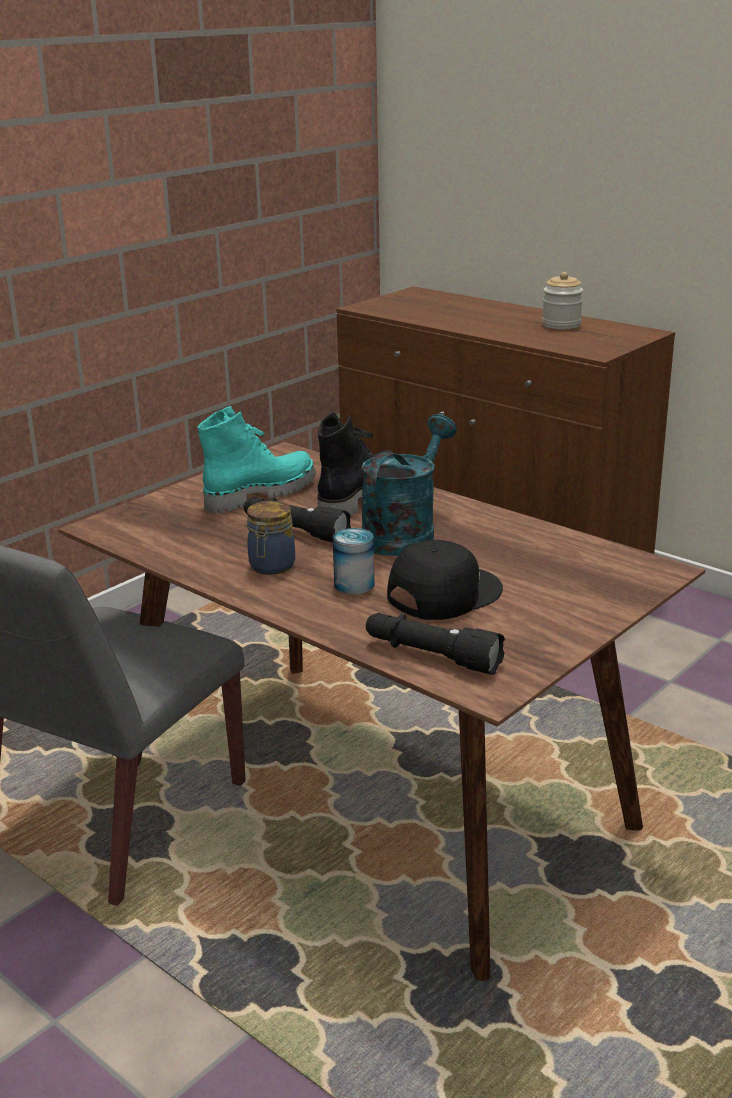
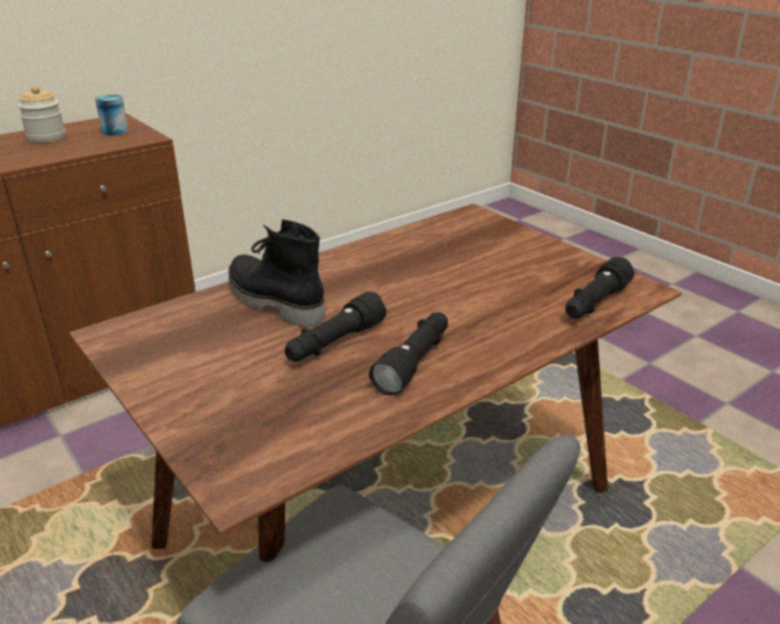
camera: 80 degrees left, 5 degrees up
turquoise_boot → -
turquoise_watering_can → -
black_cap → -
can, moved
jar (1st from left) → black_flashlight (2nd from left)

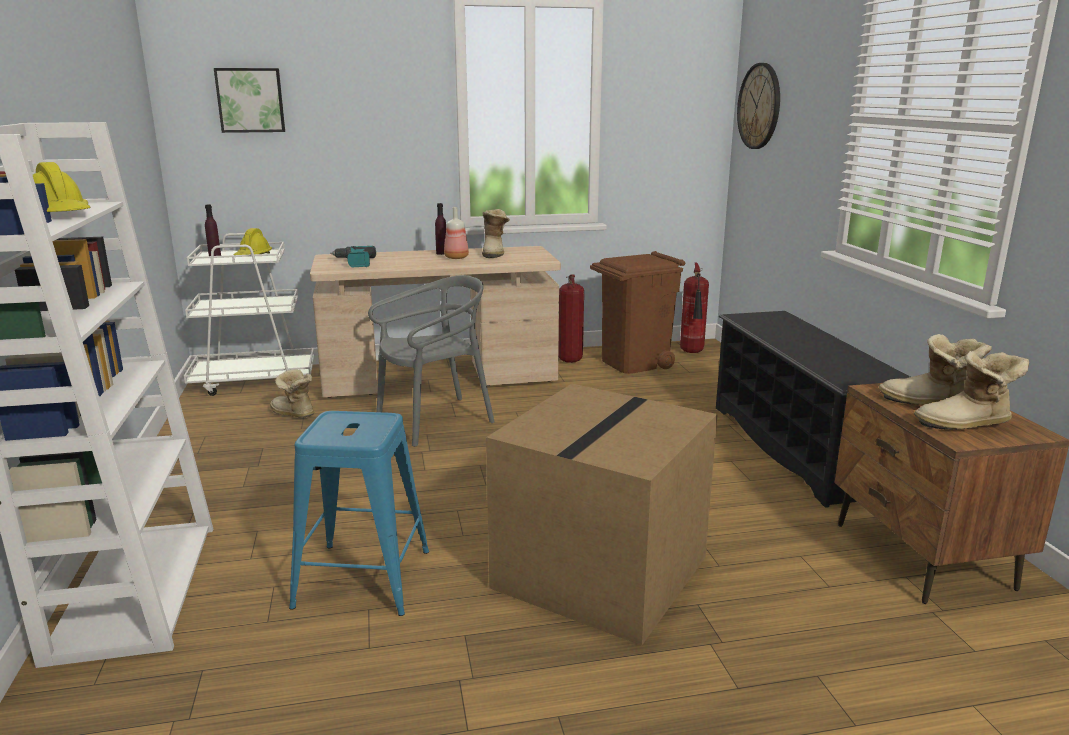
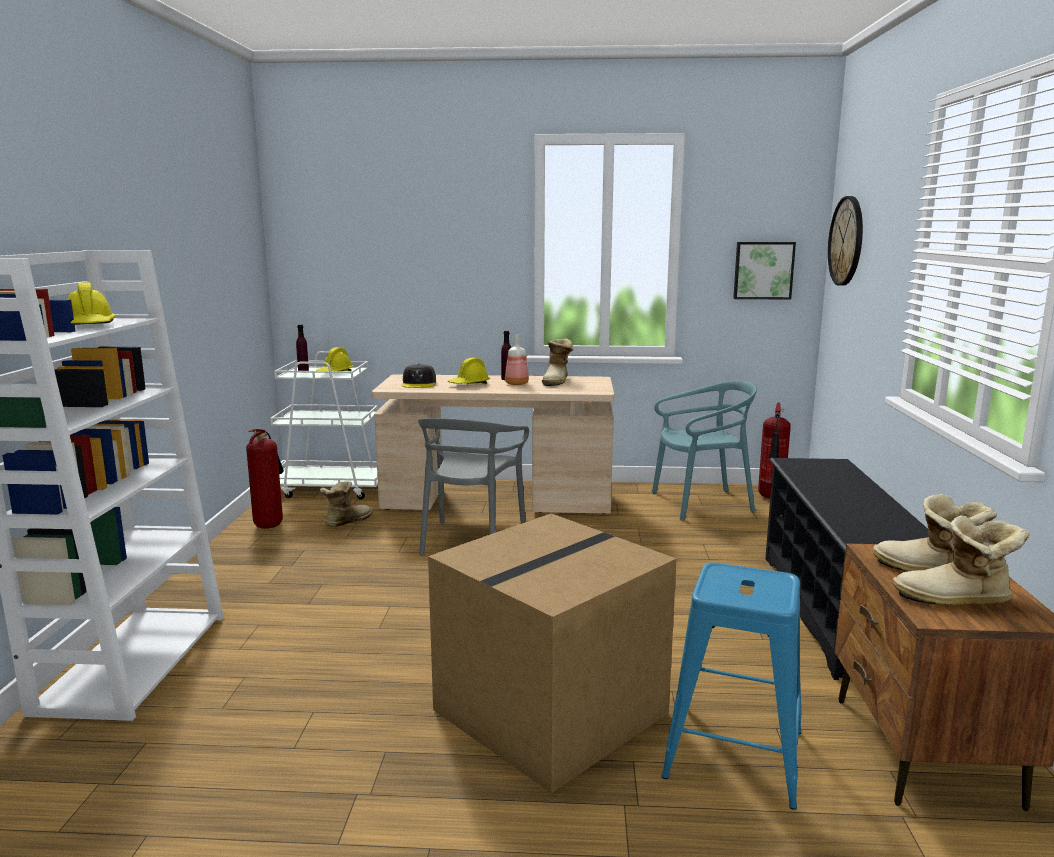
camera: 15 degrees right, 5 degrees down
- → yellow_hard_hat (3rd from left)
picture, moved
blue_stool, moved
fire_extinguisher (1st from left), moved
power_drill → grey_cap
brown_trash_can → turquoise_chair
boot (1st from left), 75 degrees clockwise
grey_chair, 120 degrees clockwise

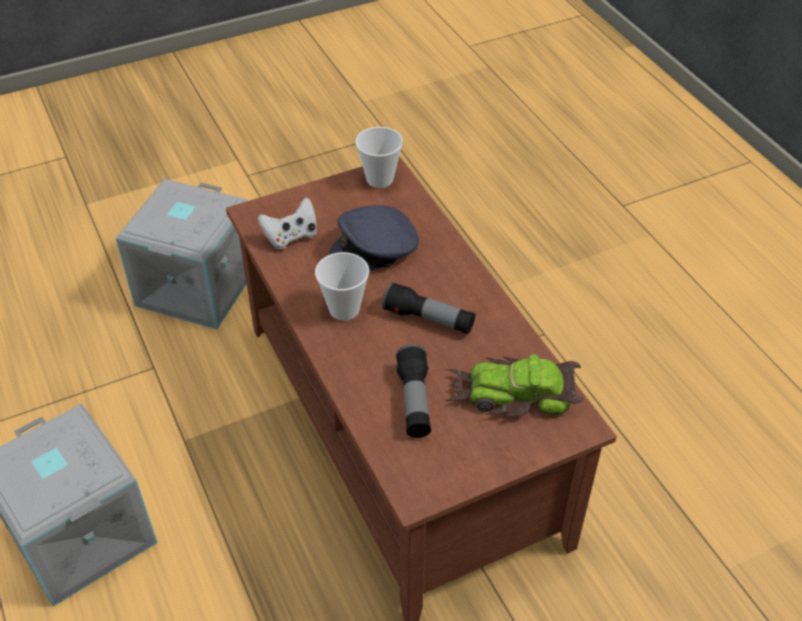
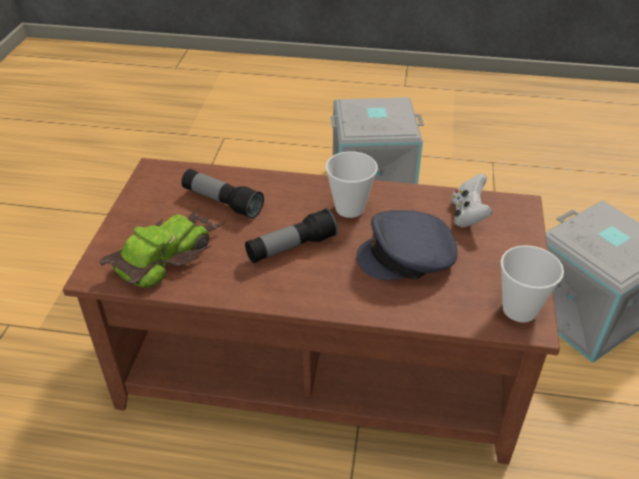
camera: 125 degrees right, 5 degrees down
grey_cap, 105 degrees counterclockwise

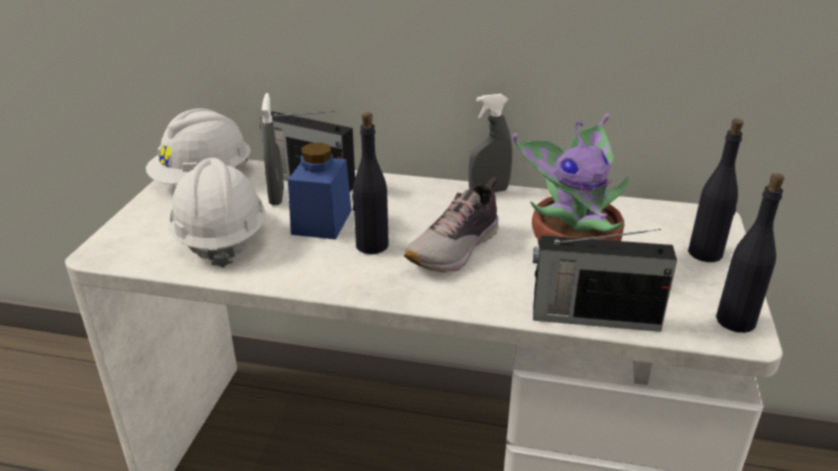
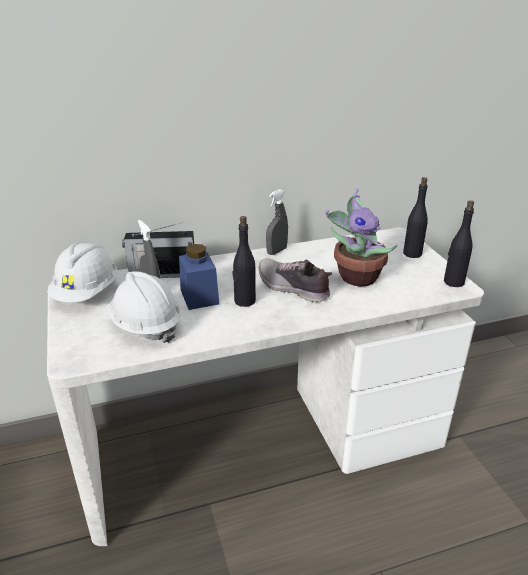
camera: 30 degrees left, 0 degrees up
radio (2nd from left) → -
shoe, 120 degrees clockwise

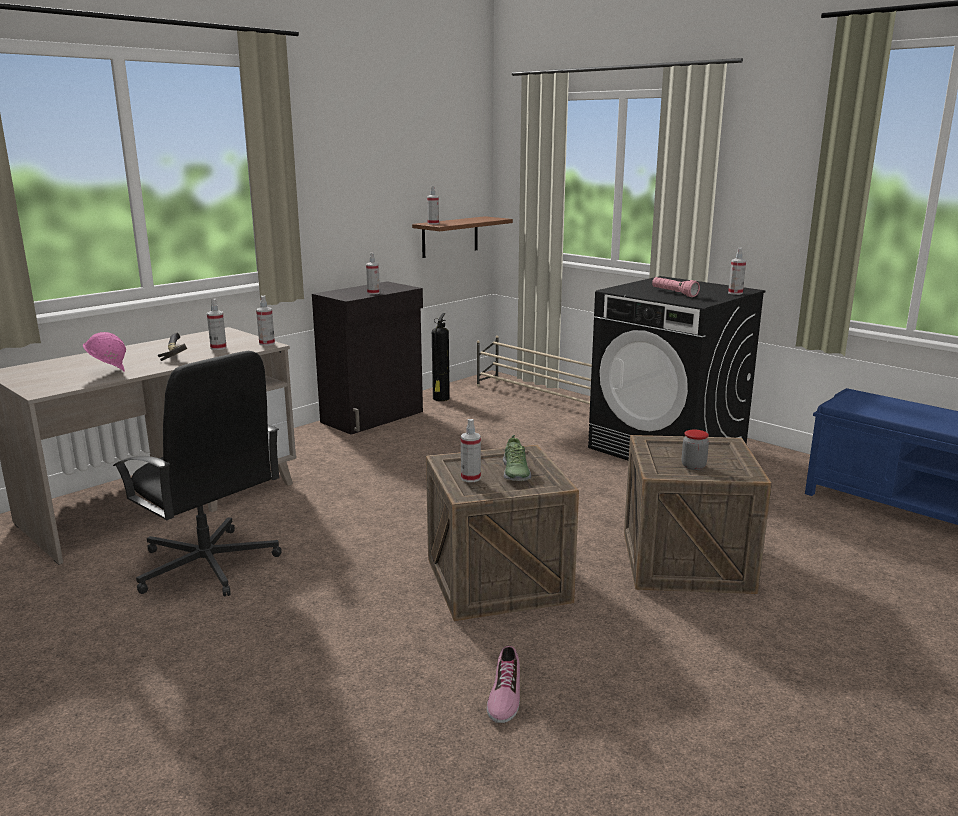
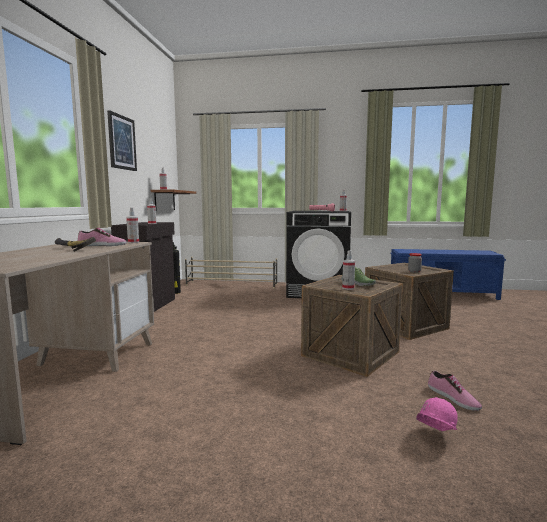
camera: 35 degrees left, 10 degrees down
black_office_chair → -
- → picture
pink_hard_hat, moved
spray_bottle (1st from left) → shoe (1st from left)

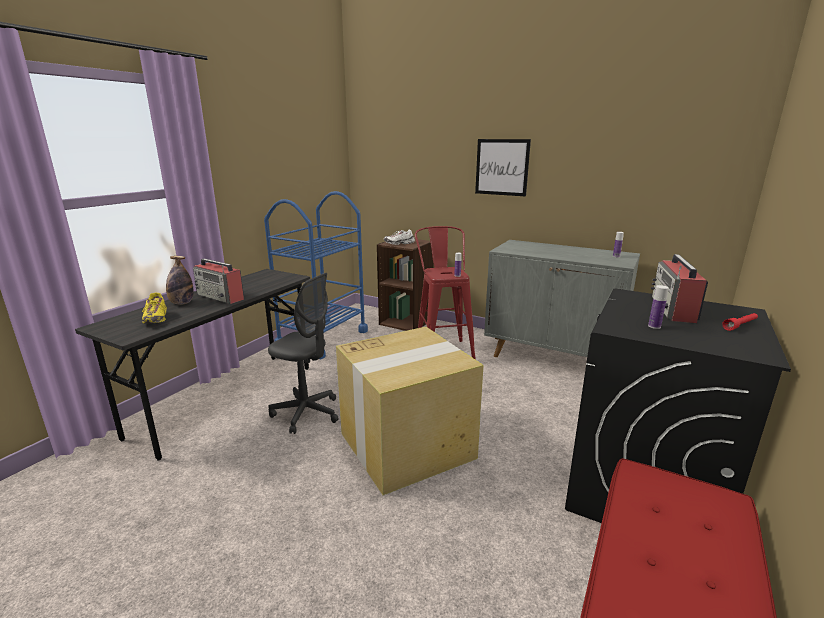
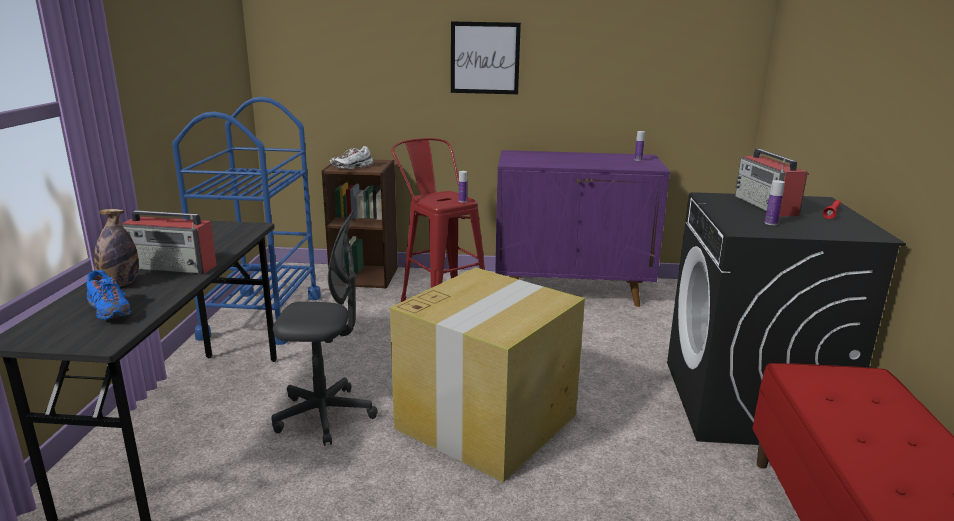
camera: 25 degrees left, 0 degrees up
yellow_shoe → blue_shoe
grey_cabinet → purple_cabinet

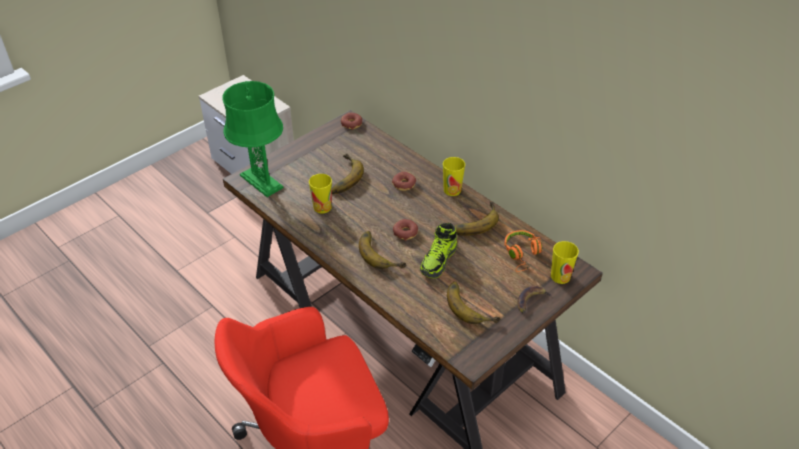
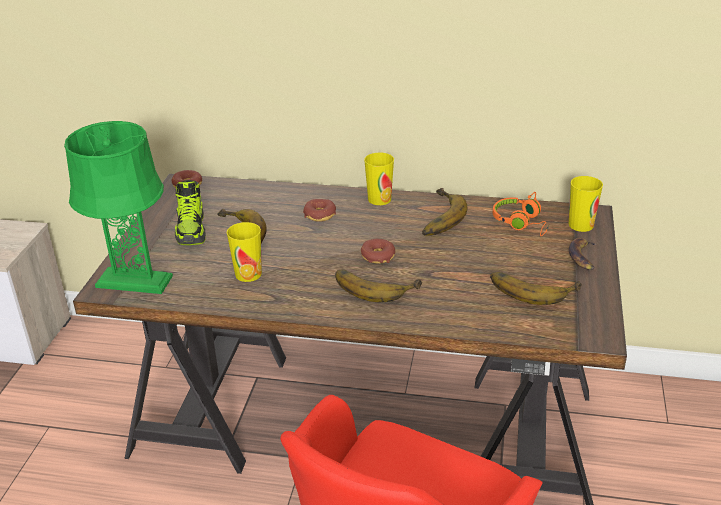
camera: 35 degrees left, 10 degrees down
shoe, moved

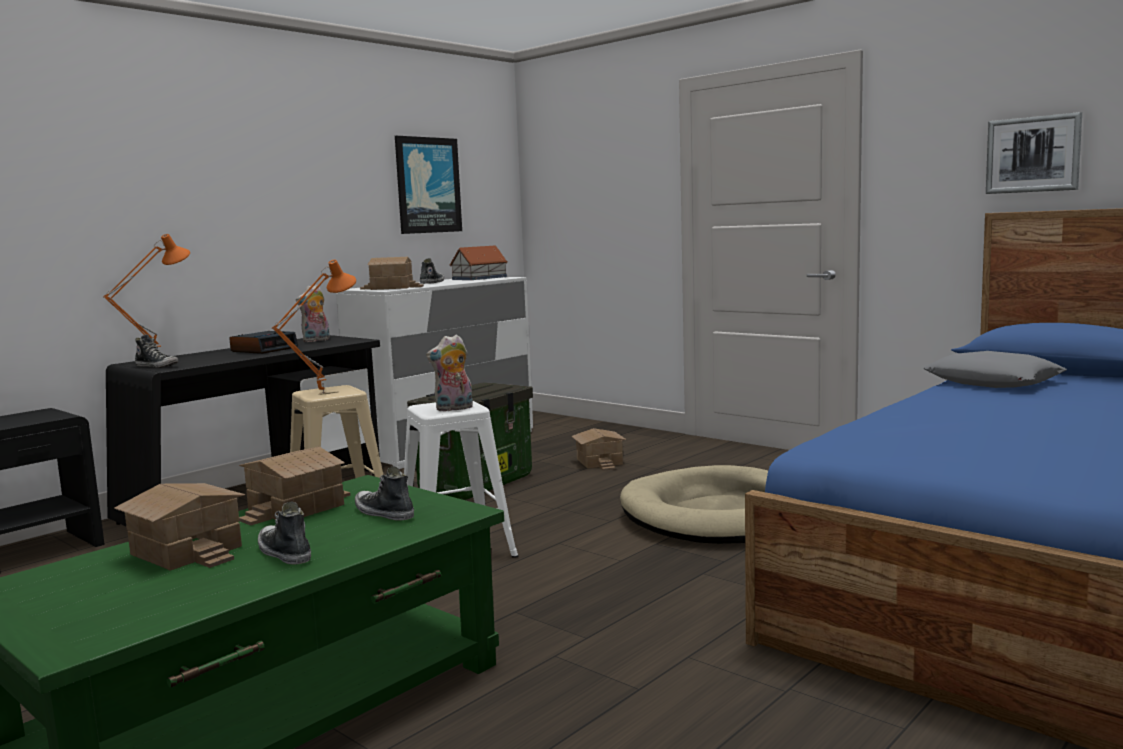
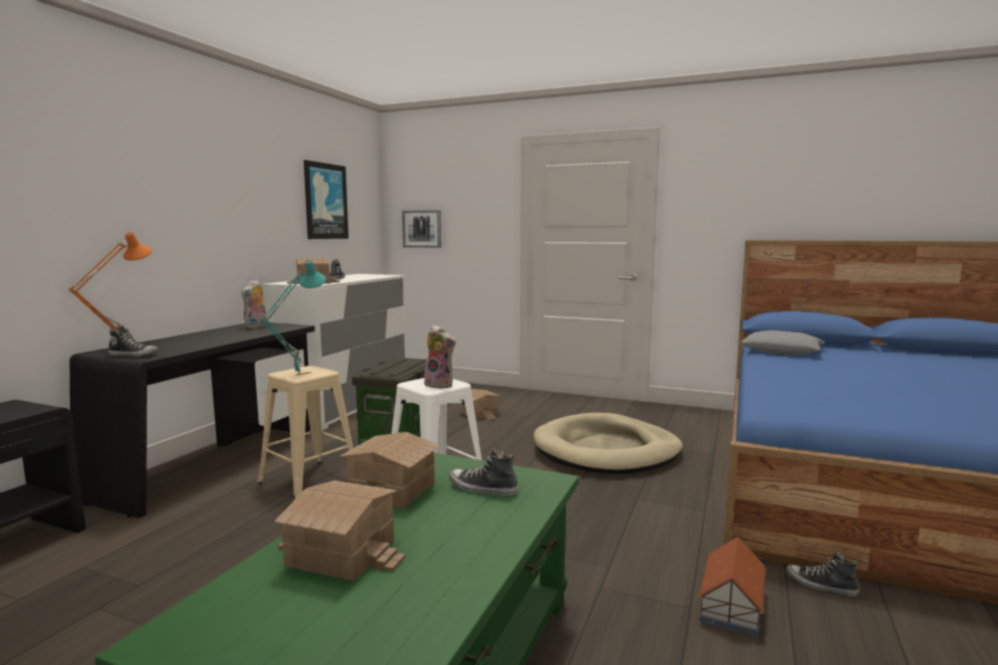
camera: 20 degrees left, 0 degrees up
alarm_clock → -
shoe (2nd from left in the first image) → shoe (4th from left), moved
toy_house (4th from left in the first image) → toy_house (5th from left), moved
picture (2nd from left), moved
orange_table_lamp (2nd from left) → turquoise_table_lamp
plush_toy (2nd from left), 105 degrees counterclockwise

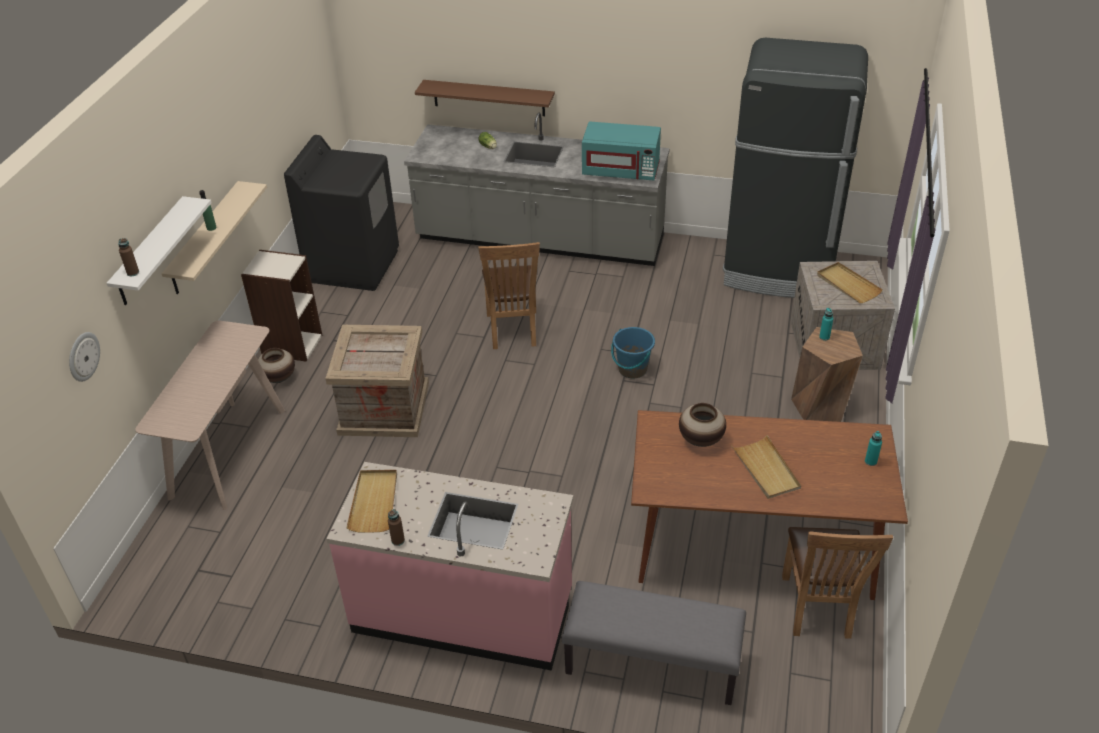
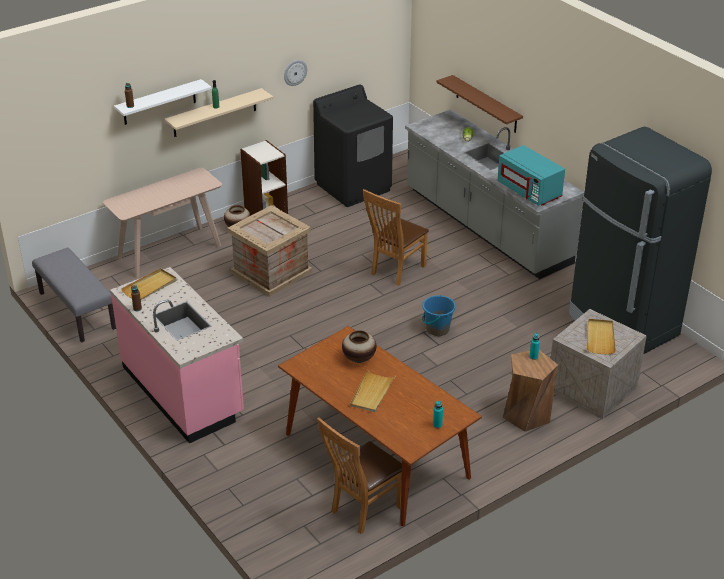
camera: 40 degrees right, 5 degrees down
wall_clock, moved
grey_bench, moved

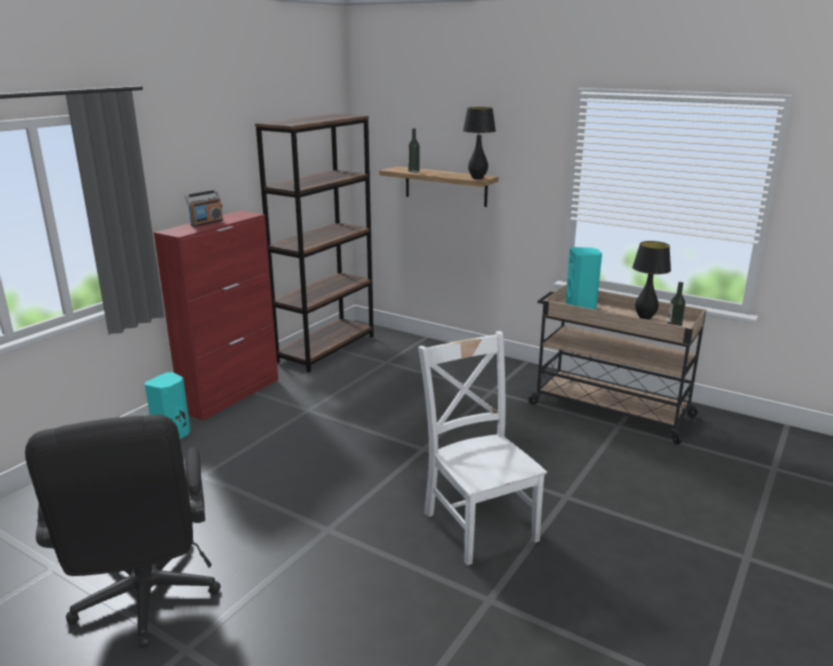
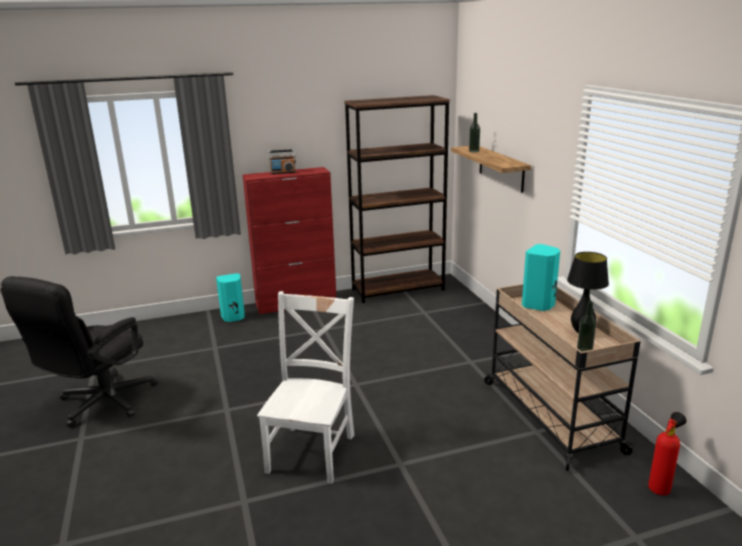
camera: 40 degrees right, 0 degrees up
black_table_lamp (1st from left) → -
- → fire_extinguisher

